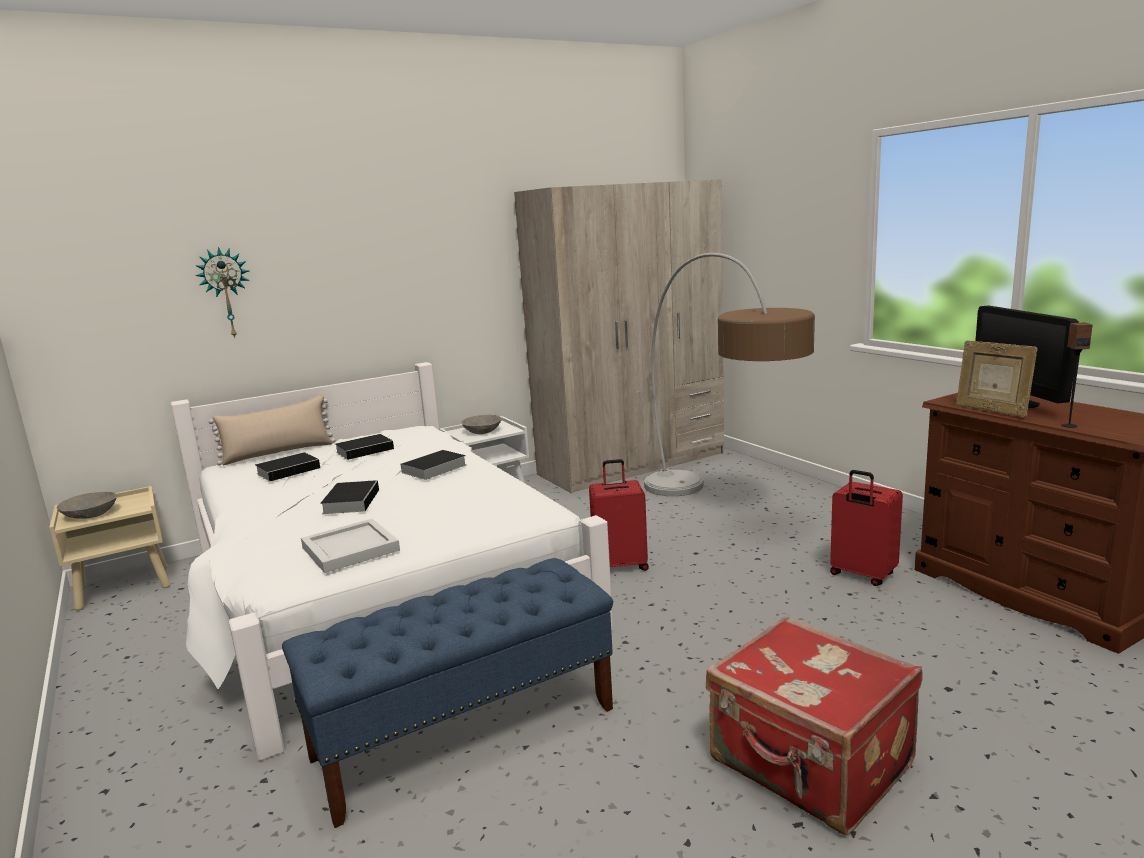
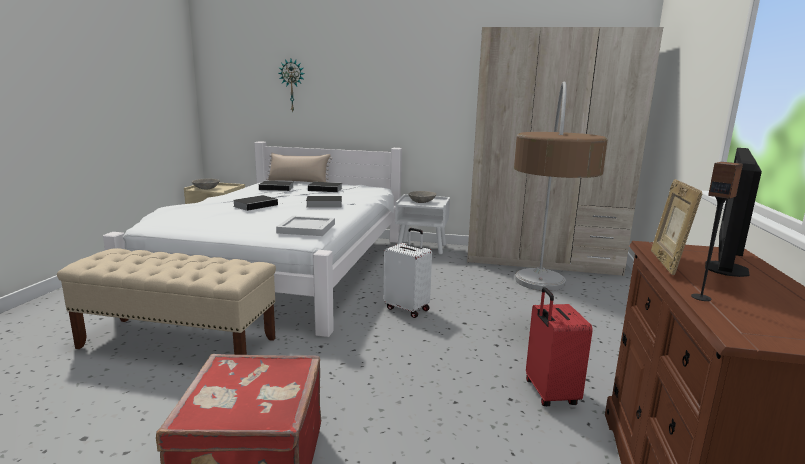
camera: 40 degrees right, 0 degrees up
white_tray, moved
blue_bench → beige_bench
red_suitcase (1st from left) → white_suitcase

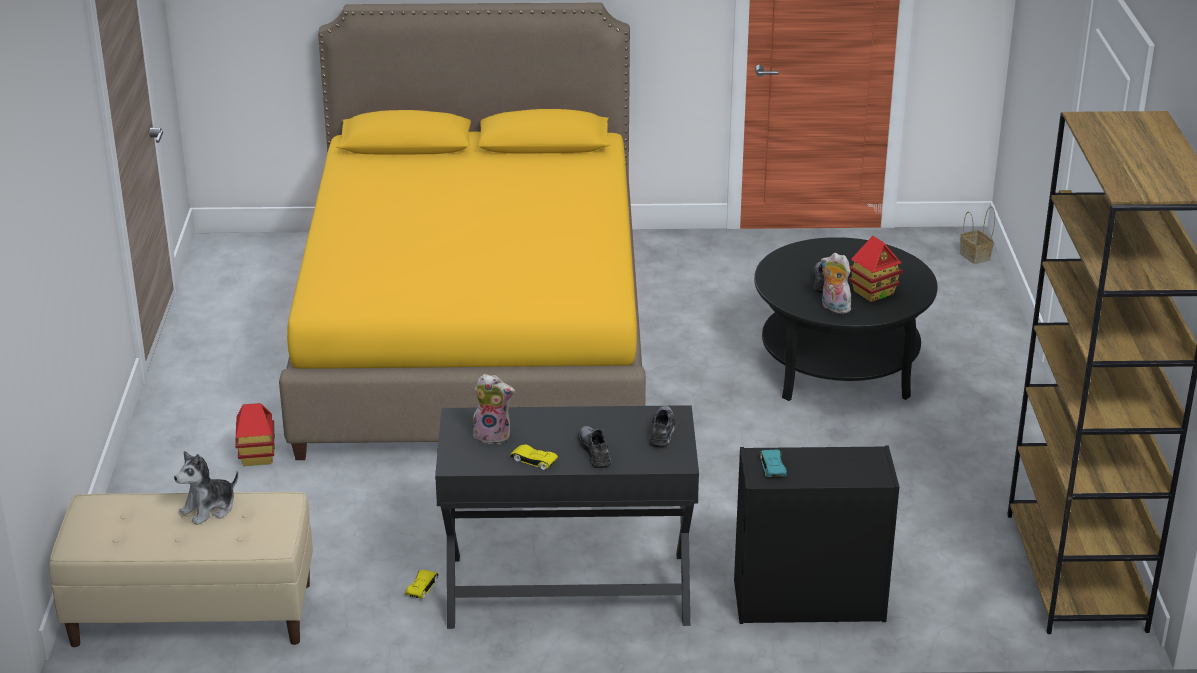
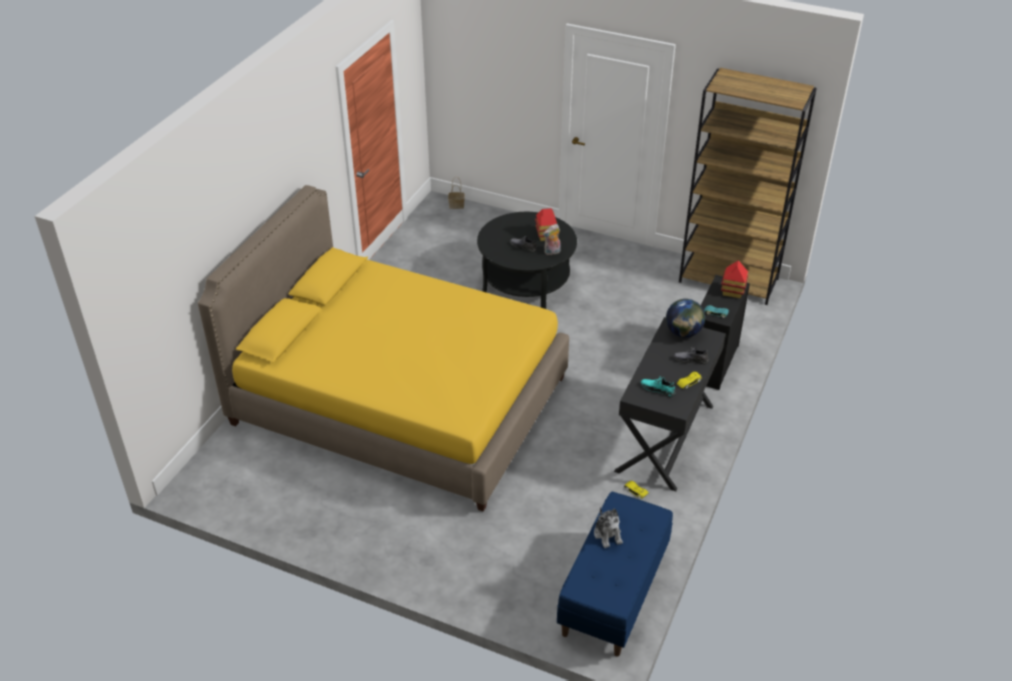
camera: 65 degrees left, 10 degrees up
toy_house (1st from left in the first image) → toy_house (2nd from left), moved
plush_toy (2nd from left) → turquoise_shoe
grey_shoe (2nd from left) → globe
beige_bench → blue_bench

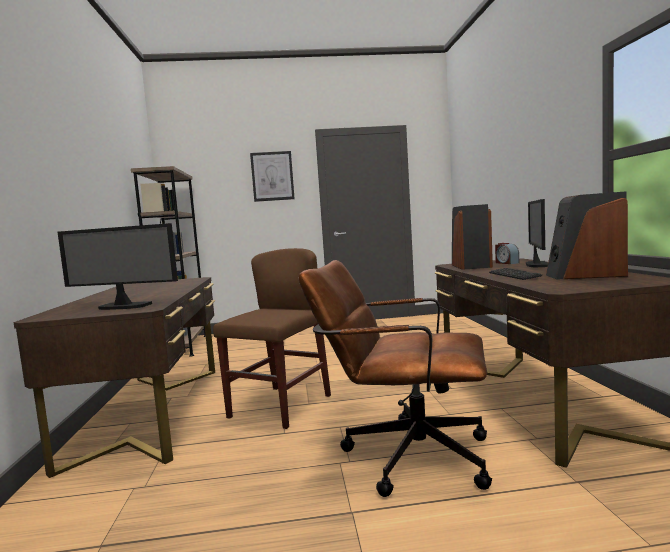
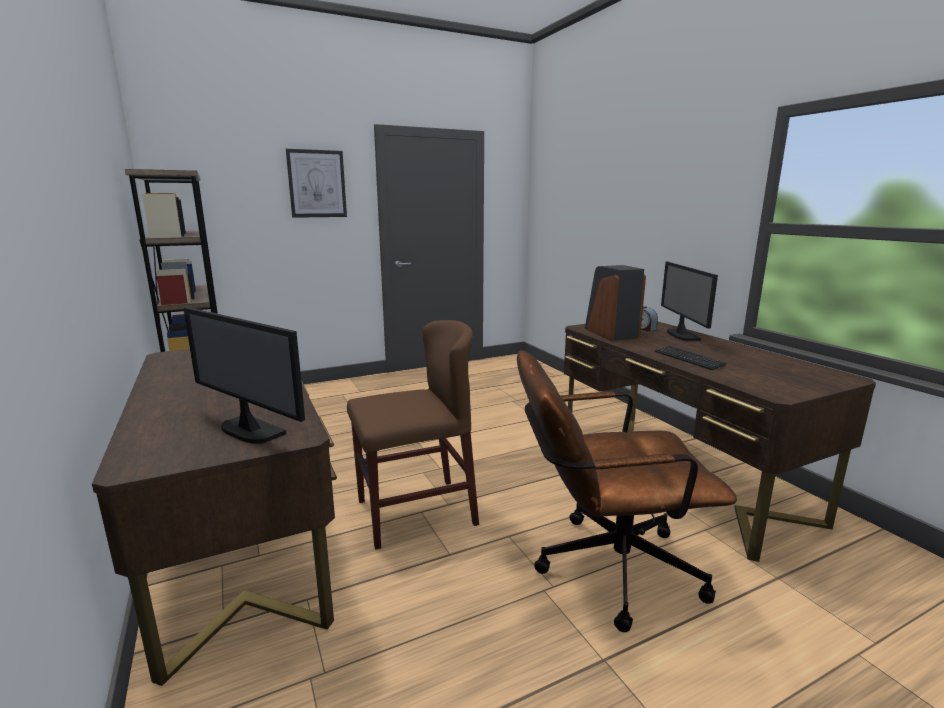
camera: 20 degrees left, 10 degrees up
speaker (2nd from left) → -
monitor (1st from left), 45 degrees clockwise
brown_chair, 60 degrees clockwise

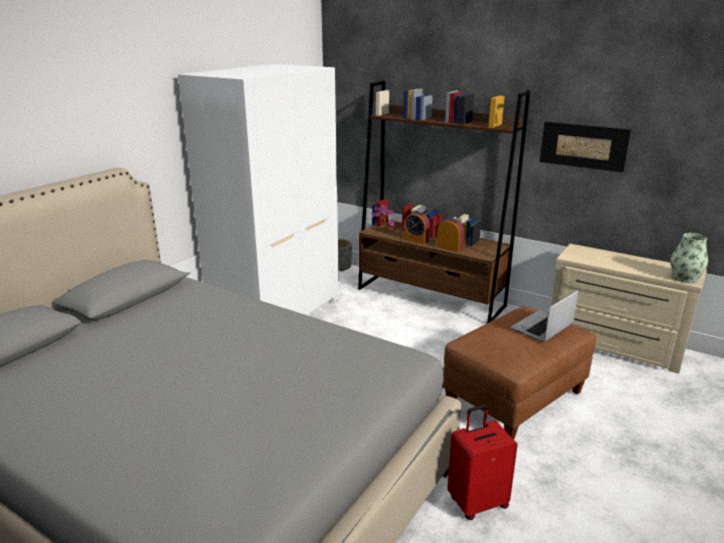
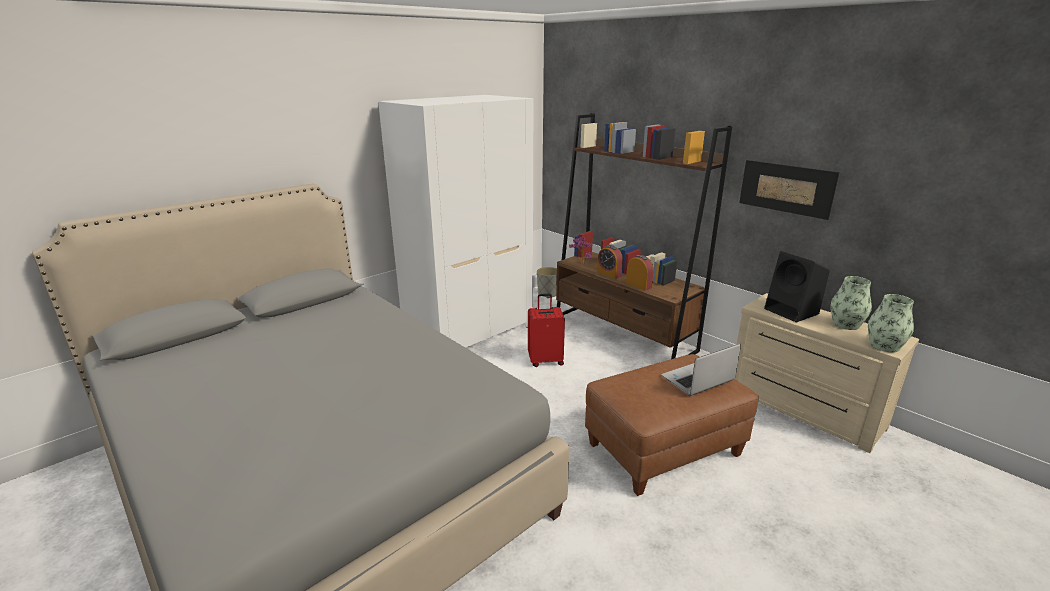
camera: 15 degrees right, 0 degrees up
- → black_speaker
- → vase (1st from left)
red_suitcase, moved

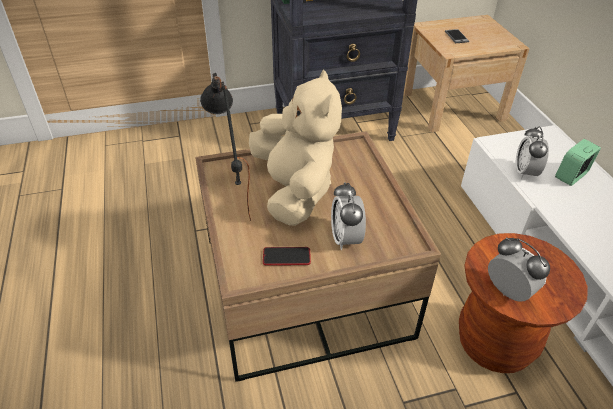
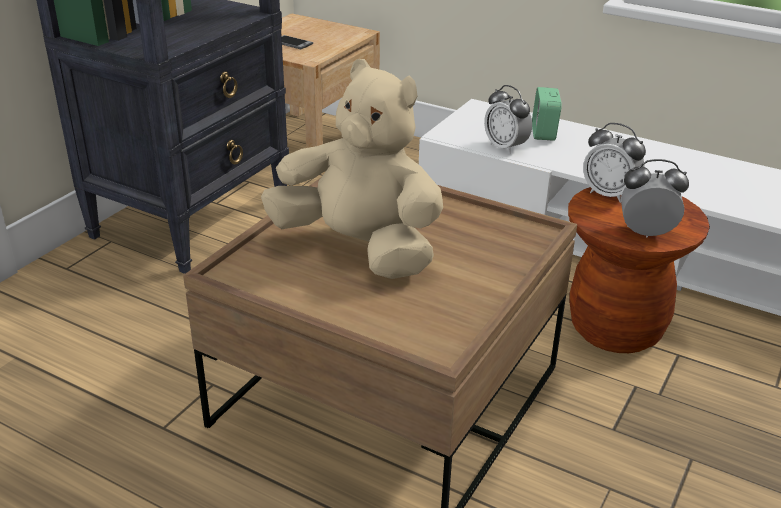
camera: 45 degrees left, 10 degrees down
black_table_lamp → -
phone (1st from left) → -
alarm_clock (1st from left in the first image) → alarm_clock (3rd from left), moved

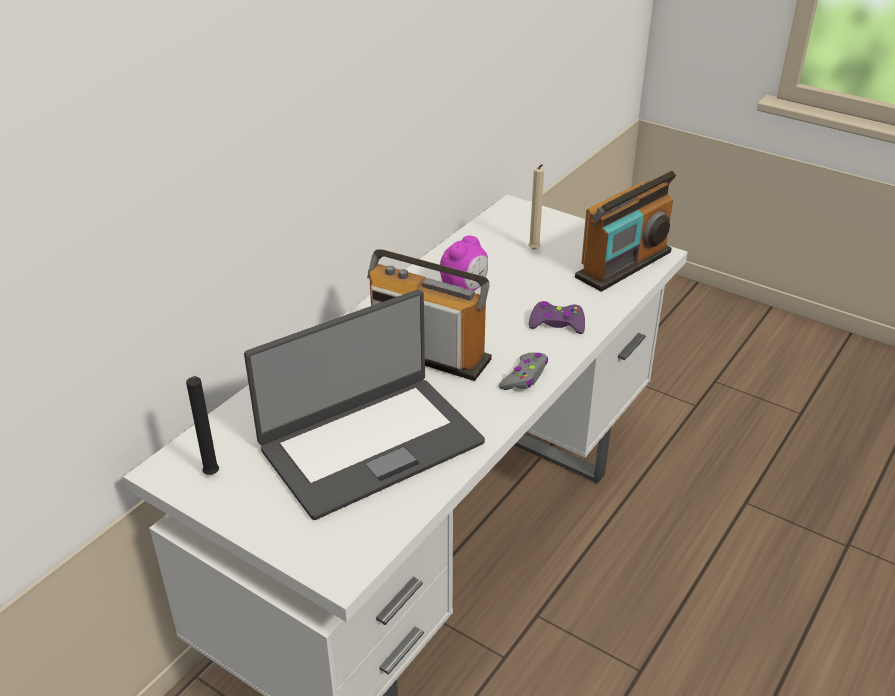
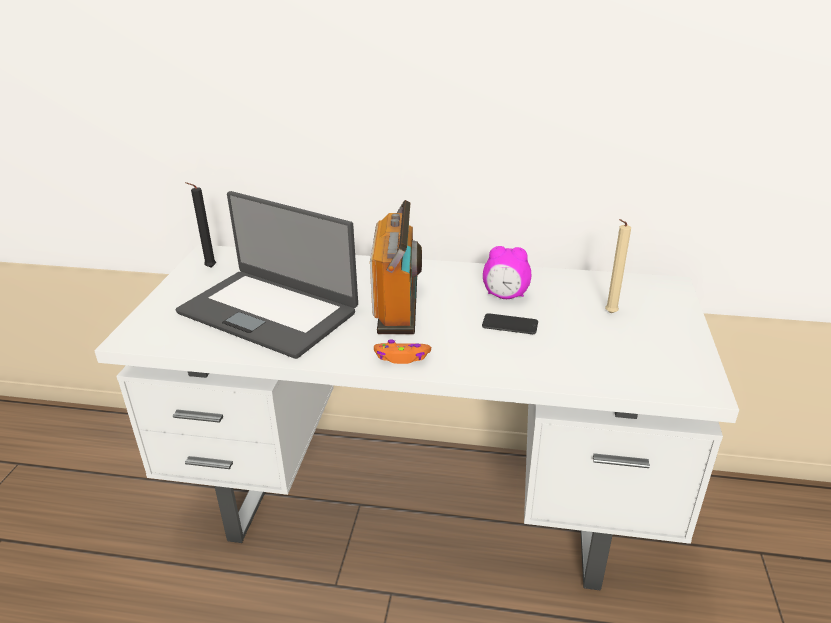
camera: 65 degrees right, 5 degrees down
purple_game_controller → -
radio (2nd from left) → -
- → phone
grey_game_controller → orange_game_controller

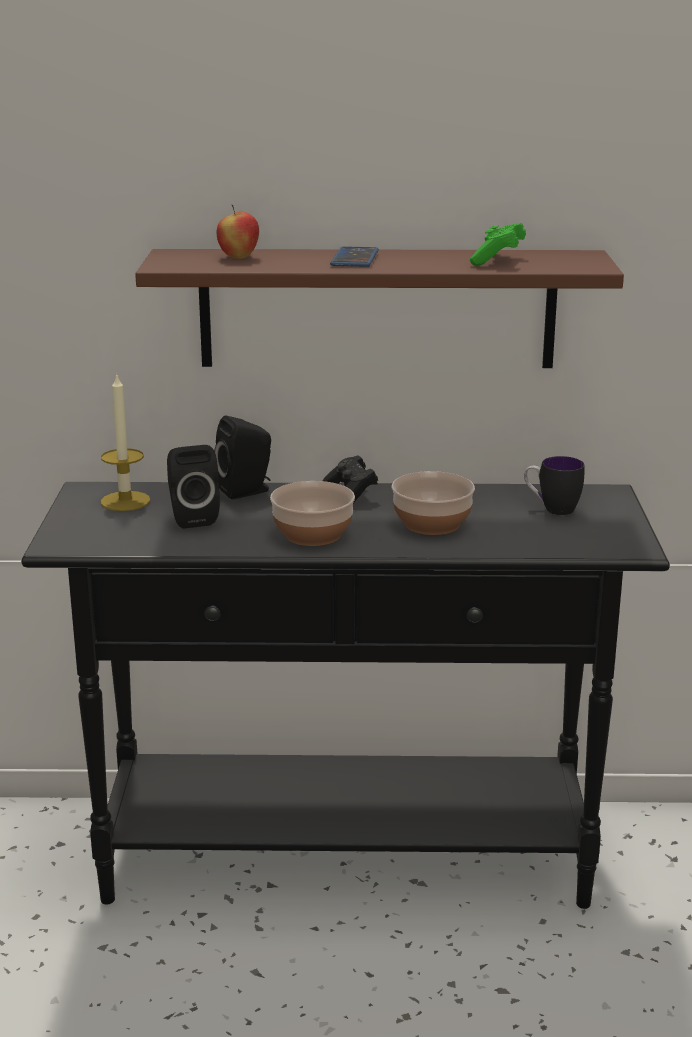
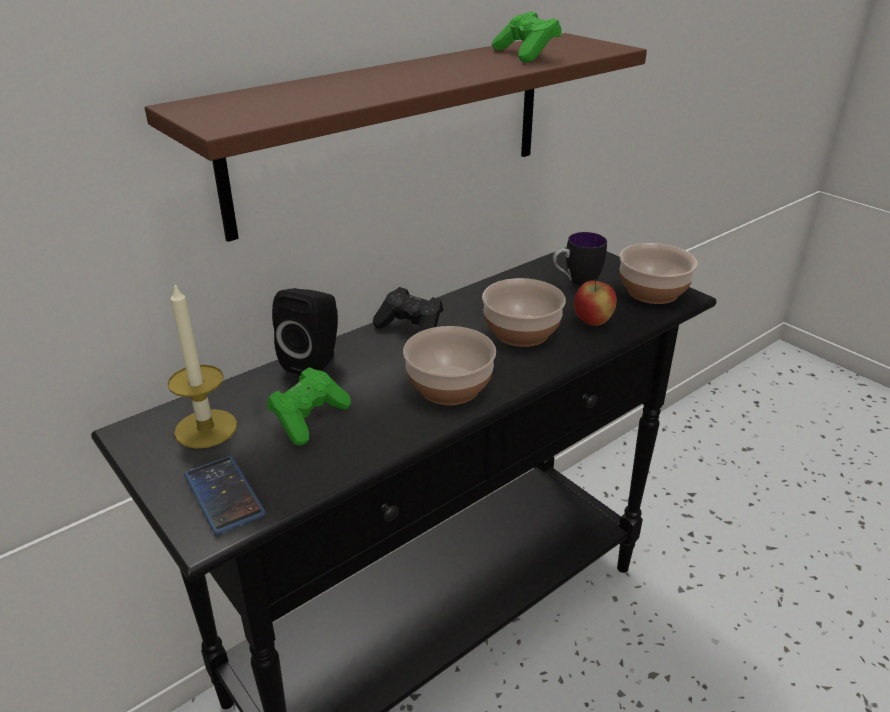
camera: 40 degrees left, 10 degrees up
- → bowl (3rd from left)
apple, moved
phone, moved
black_speaker (1st from left) → green_game_controller (1st from left)

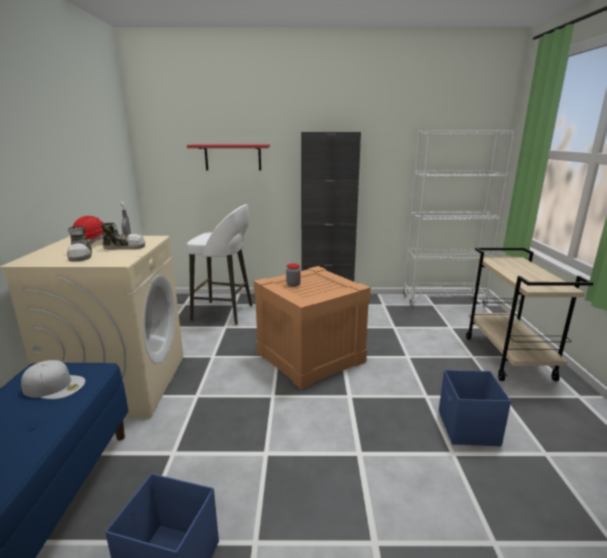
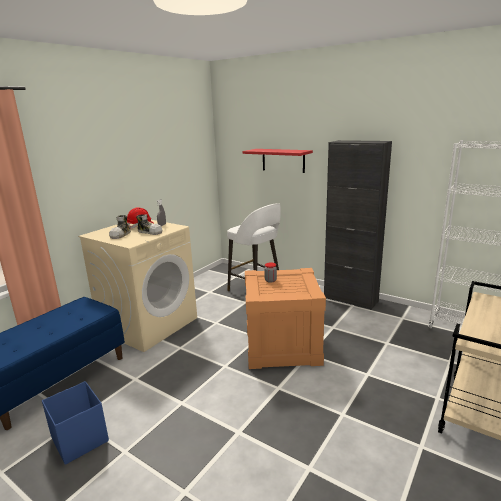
camera: 35 degrees right, 0 degrees up
white_cap → -
blue_storage_box (2nd from left) → -

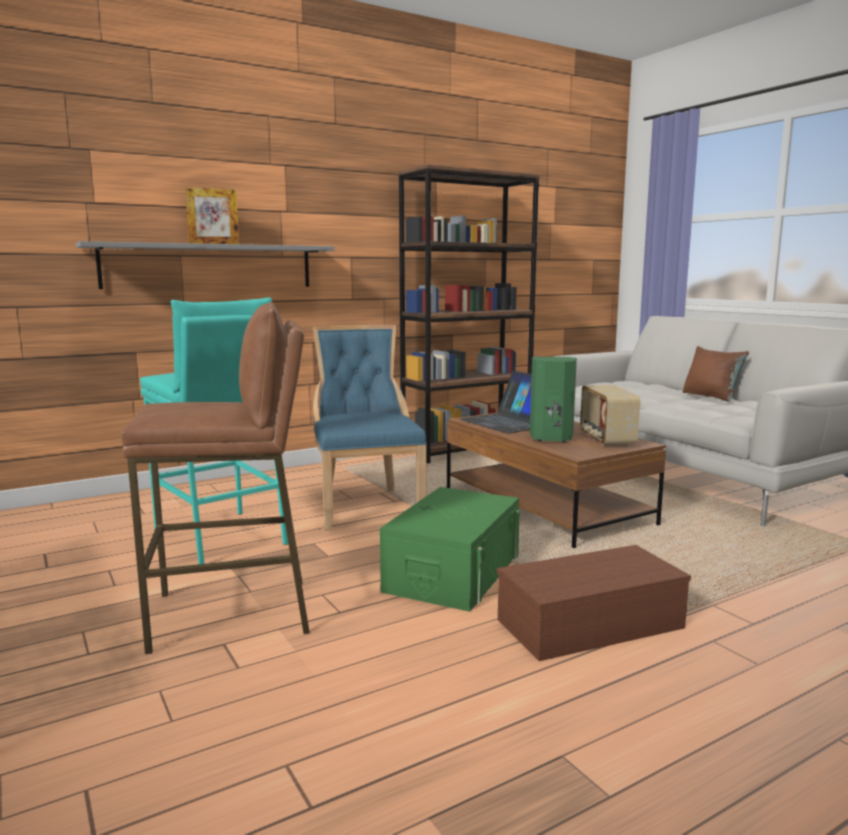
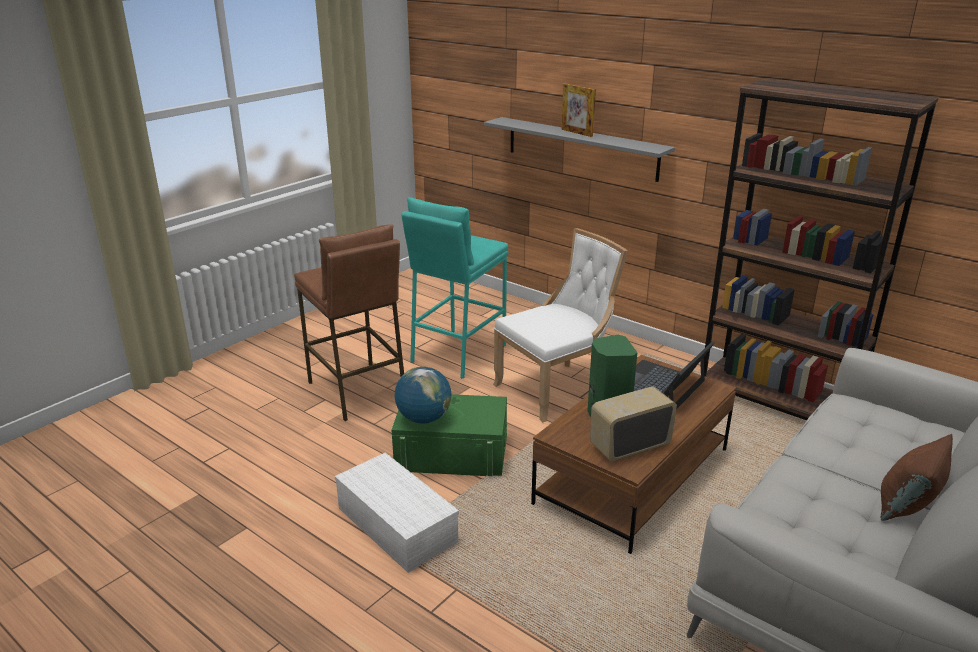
camera: 70 degrees right, 15 degrees up
- → globe
blue_chair → white_chair
brown_storage_box → white_storage_box

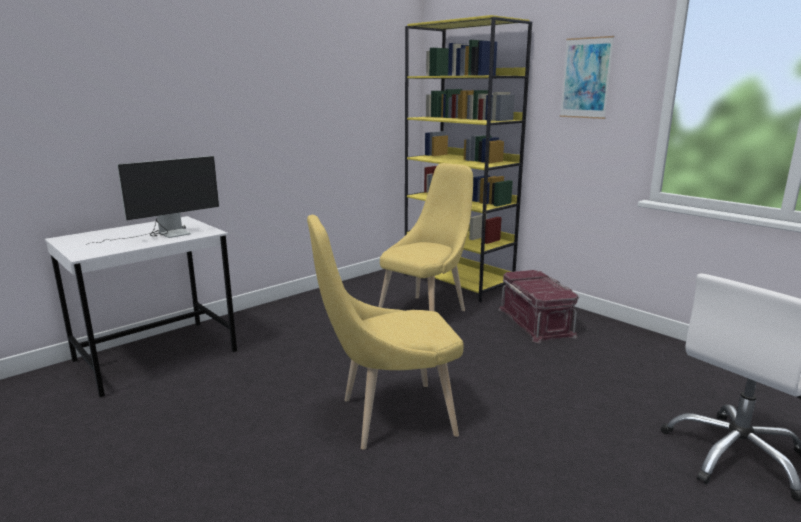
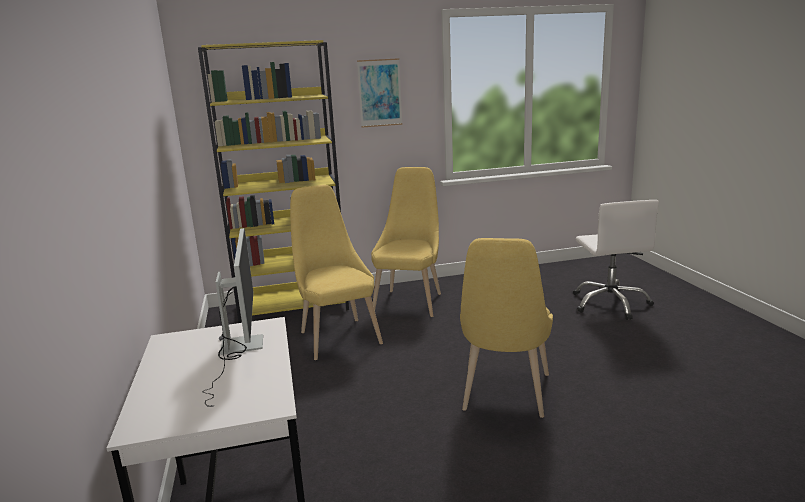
camera: 60 degrees left, 0 degrees up
red_storage_box → yellow_chair (2nd from left)

